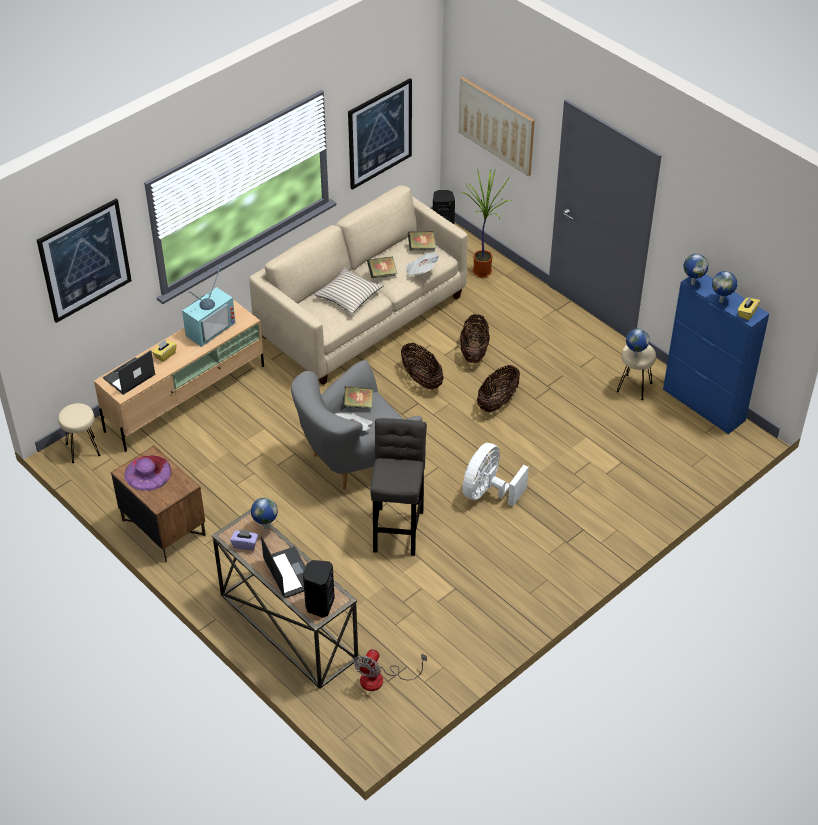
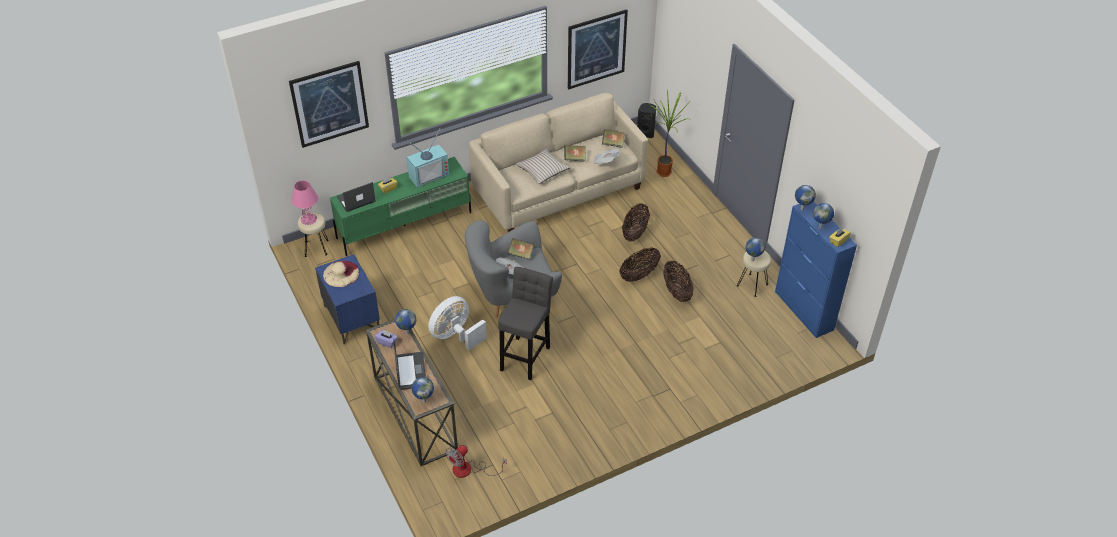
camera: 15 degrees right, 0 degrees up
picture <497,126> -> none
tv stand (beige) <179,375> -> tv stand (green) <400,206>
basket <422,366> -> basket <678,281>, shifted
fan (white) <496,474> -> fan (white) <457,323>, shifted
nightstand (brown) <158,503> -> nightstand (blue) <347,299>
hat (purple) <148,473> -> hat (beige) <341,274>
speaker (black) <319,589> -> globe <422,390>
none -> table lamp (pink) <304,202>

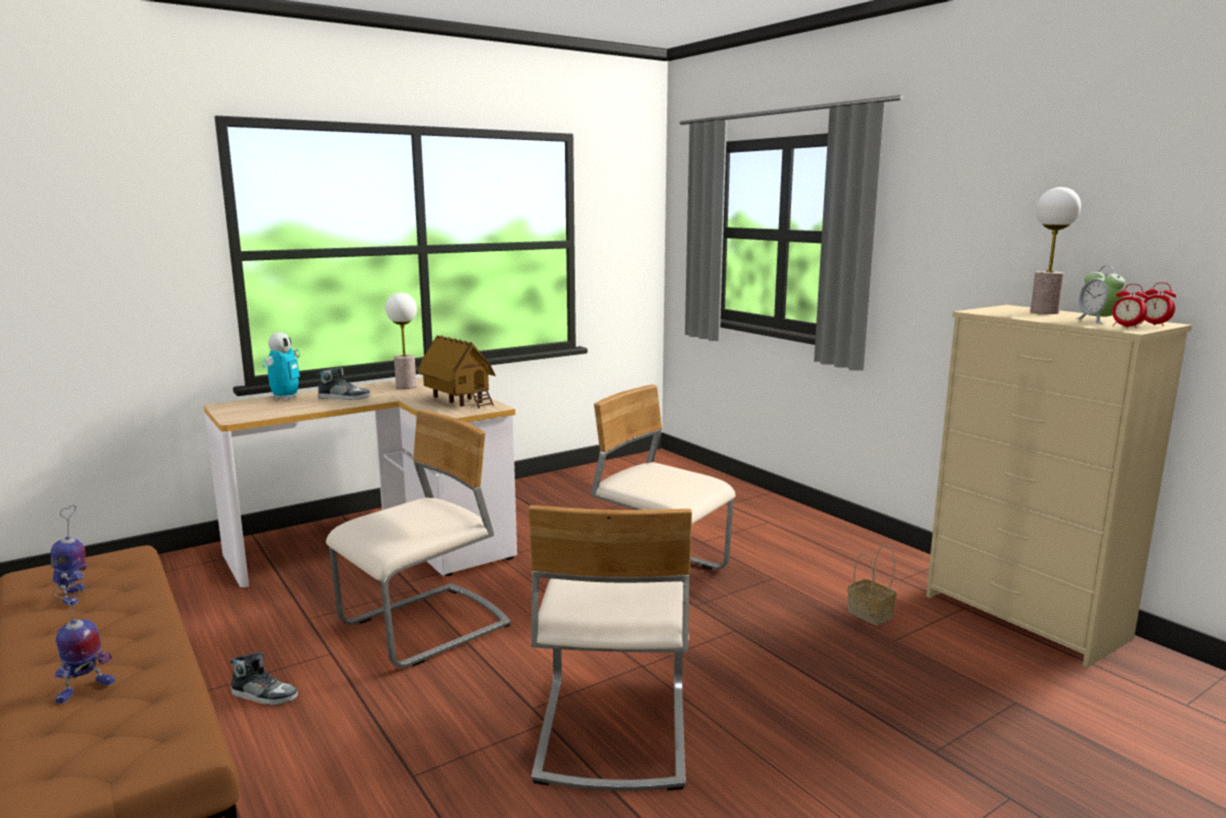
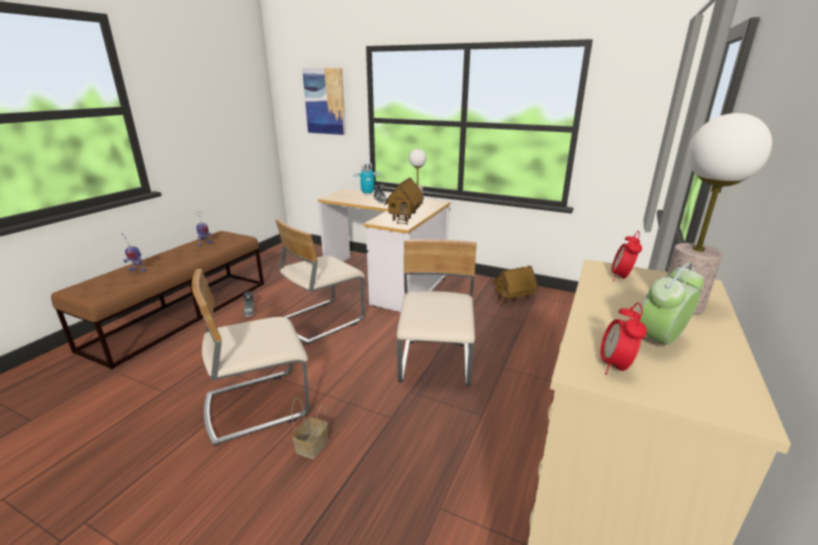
camera: 60 degrees right, 10 degrees up
alarm clock <1158,304> -> alarm clock <626,256>, shifted
chair (beige) <418,539> -> chair (beige) <320,282>, 120 degrees clockwise
basket <872,585> -> basket <309,428>, shifted
none -> picture <324,101>
none -> toy house <515,286>

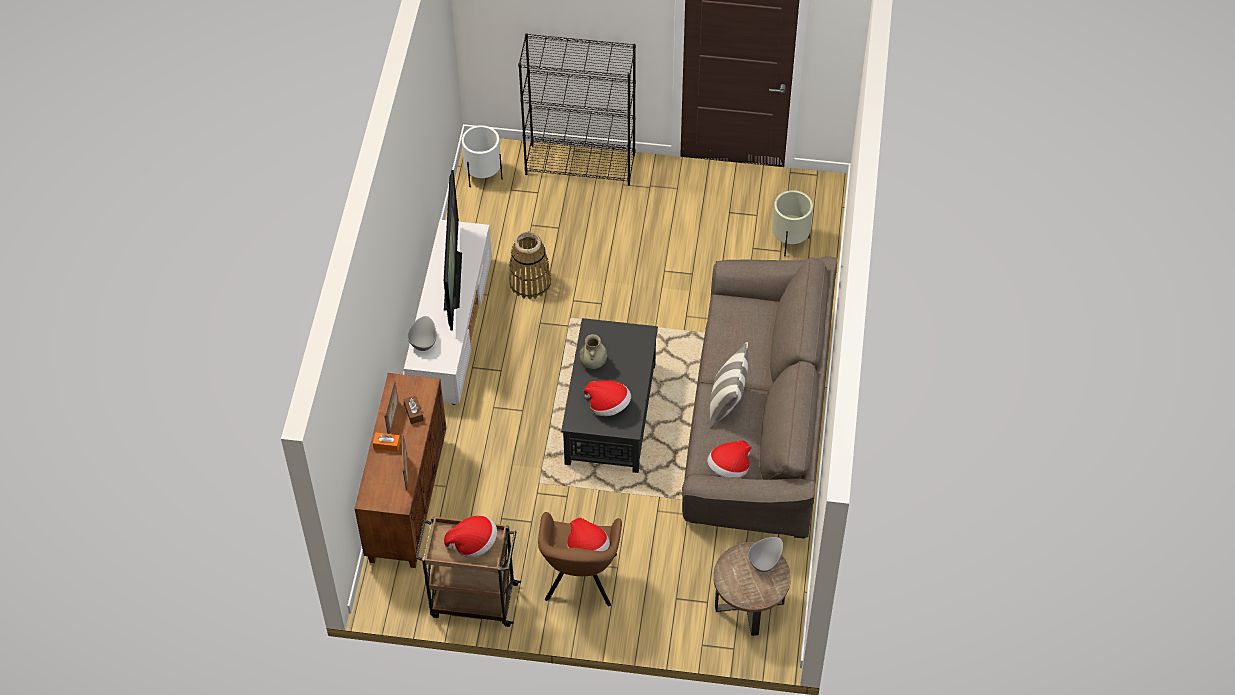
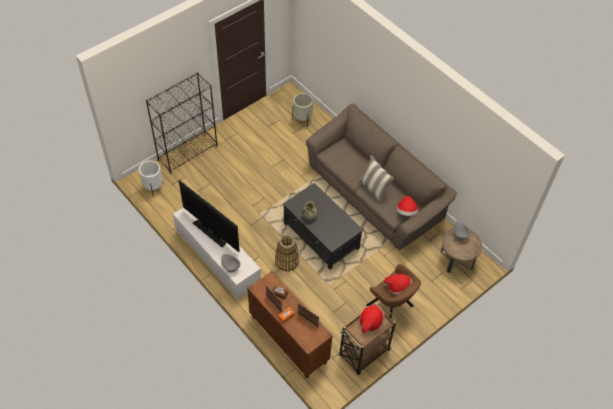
camera: 50 degrees left, 0 degrees up
basket <530,265> -> basket <287,253>, shifted
hat <607,398> -> none

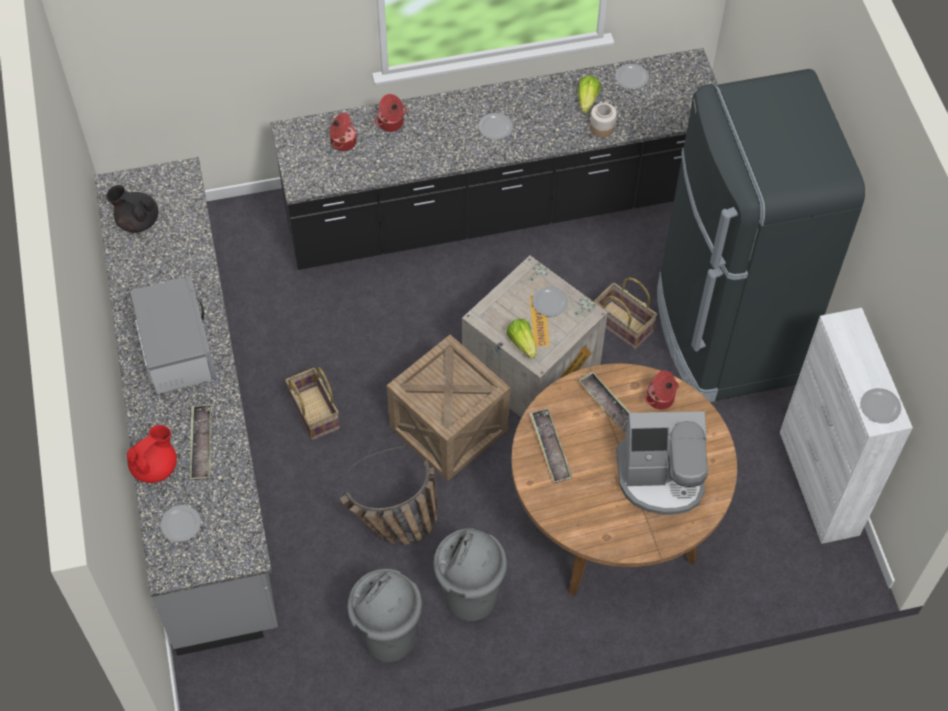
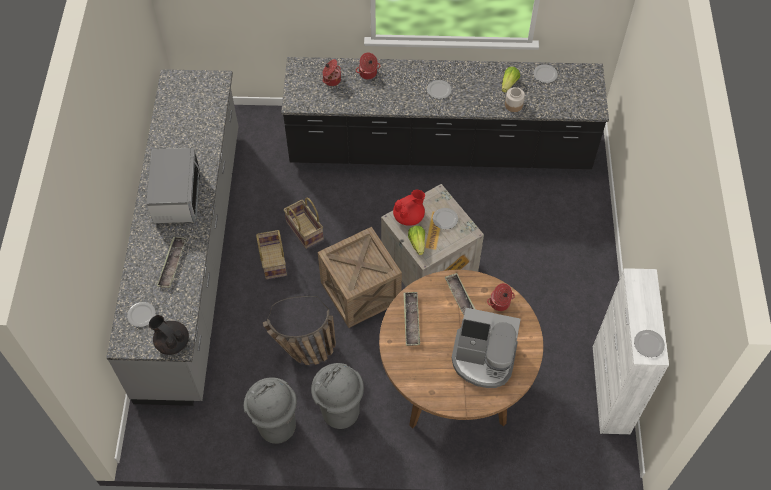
camera: 15 degrees right, 0 degrees up
fridge (black) <761,235> -> none
teapot (black) <132,209> -> teapot (black) <169,335>, shifted
basket <625,313> -> basket <304,223>, shifted
teapot (red) <151,454> -> teapot (red) <409,208>, shifted

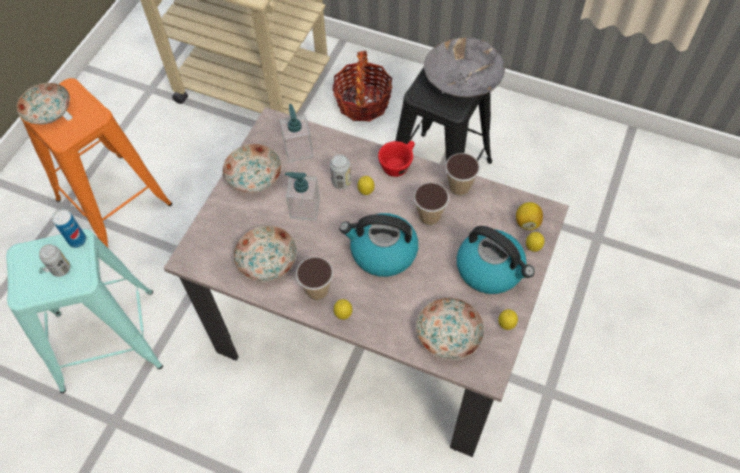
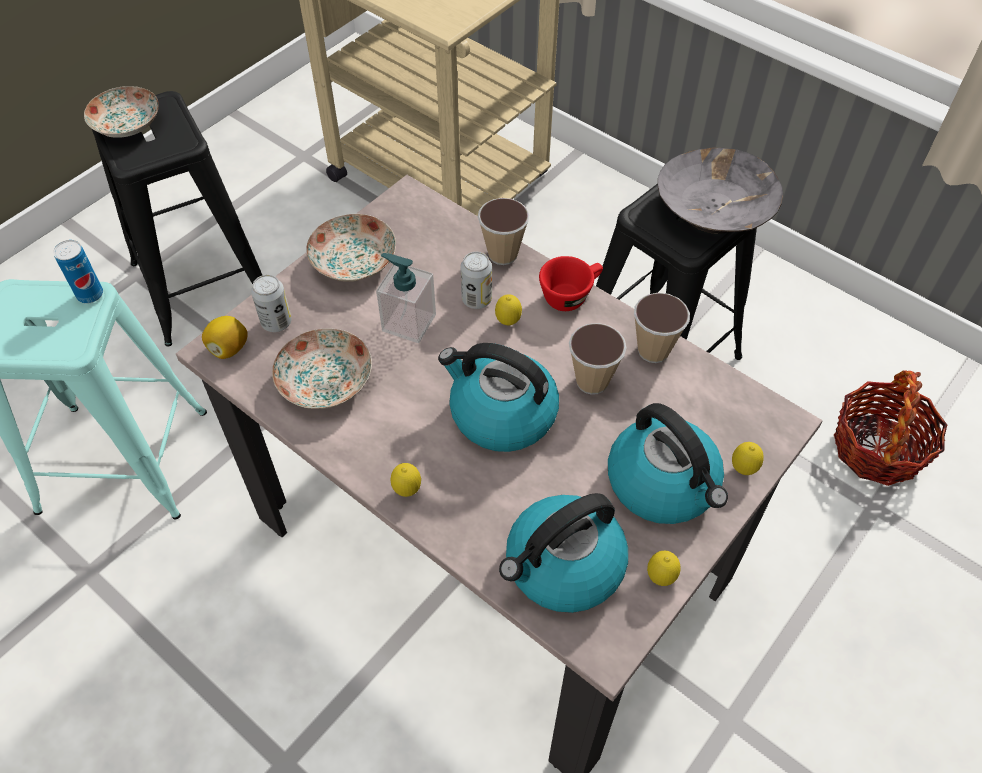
camera: 15 degrees right, 5 degrees down
basket <362,86> -> basket <890,428>, shifted
stool (orange) <96,163> -> stool (black) <176,219>
soap dispenser <296,133> -> none
lemon <529,216> -> lemon <224,337>, shifted
can <54,260> -> can <271,303>, shifted
cup <314,279> -> cup <503,231>, shifted
plate <450,329> -> kettle <563,553>

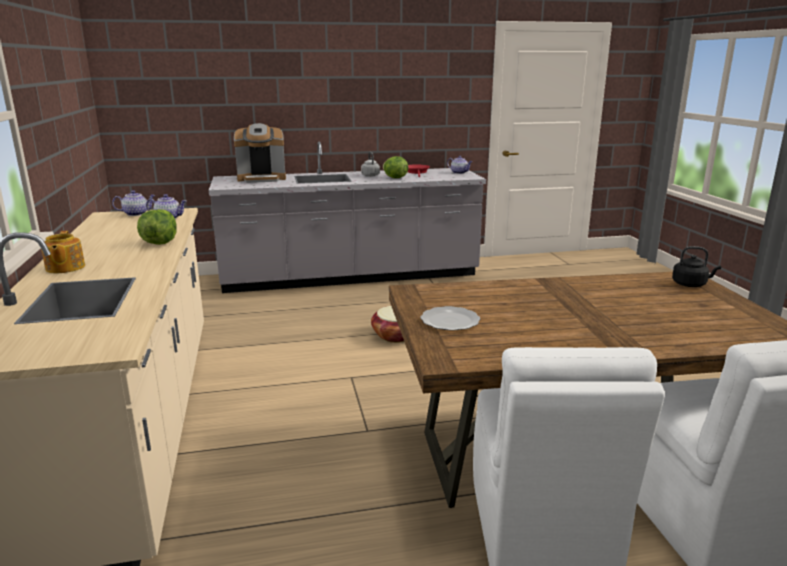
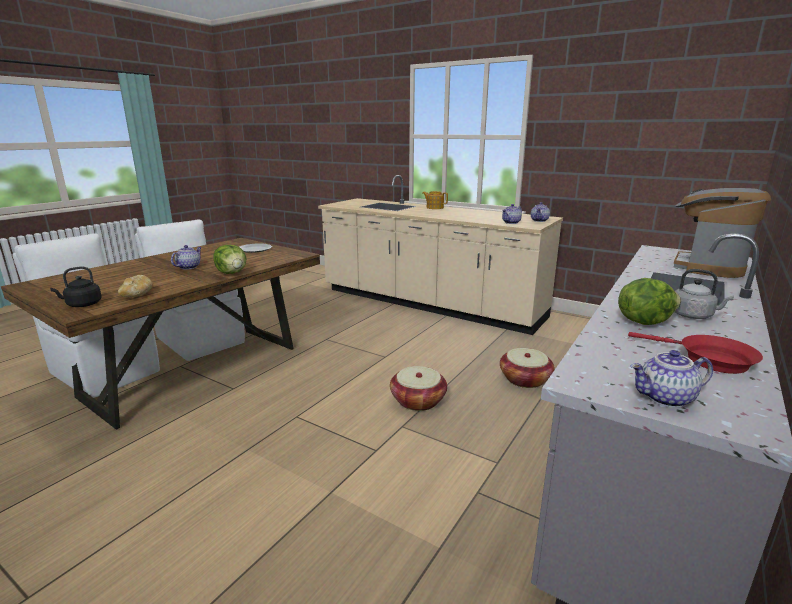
camera: 135 degrees right, 0 degrees up
lettuce <157,227> -> lettuce <230,259>, shifted
none -> teapot <186,257>
none -> bread <135,286>
none -> basket <527,368>

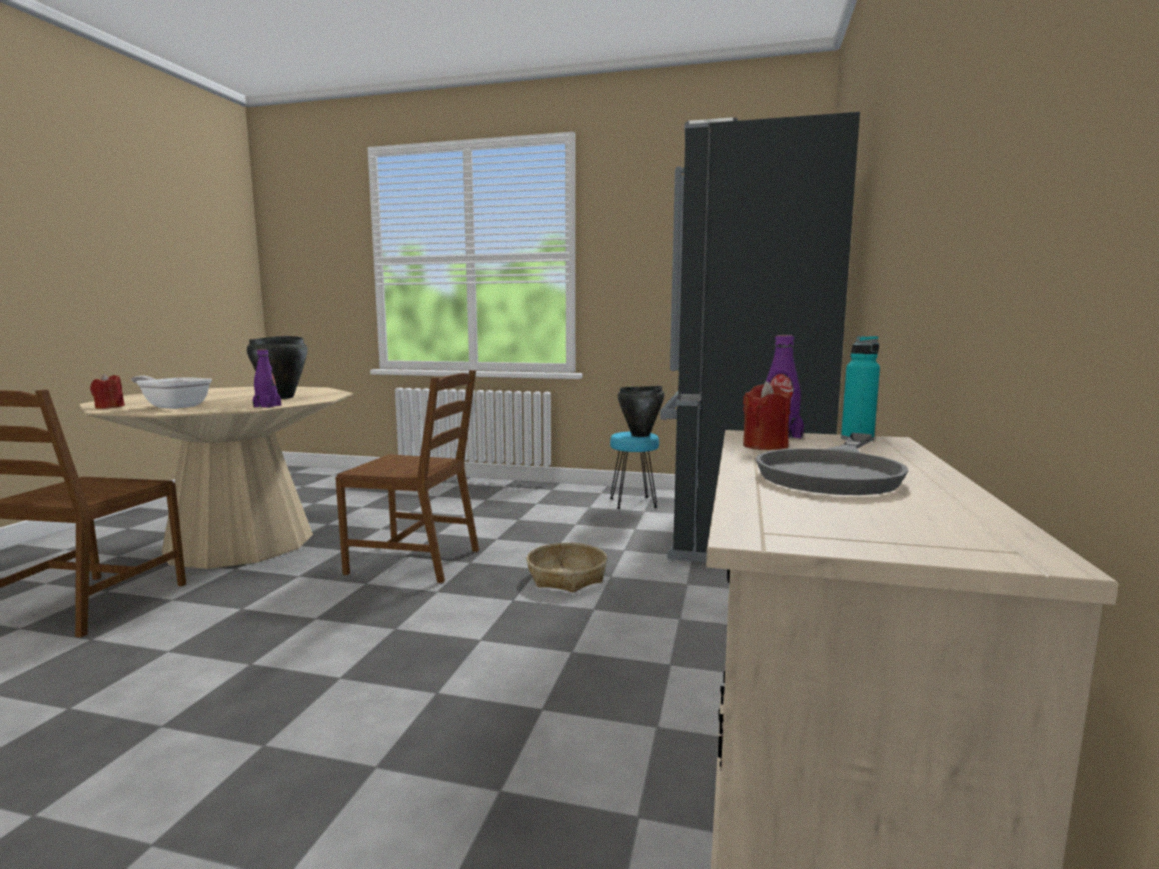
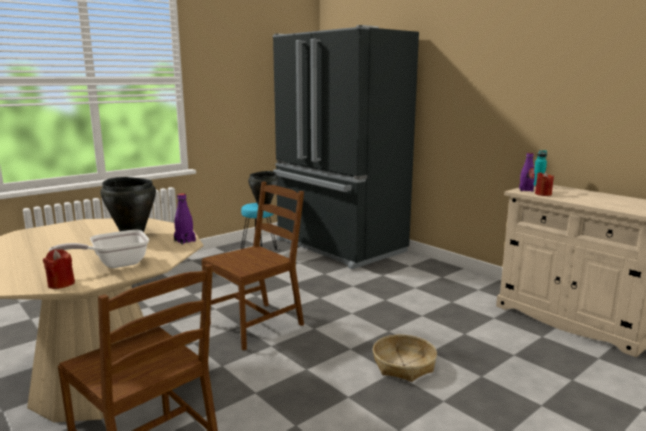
camera: 55 degrees left, 5 degrees up
frying pan (grey) <831,464> -> none
basket <567,568> -> basket <405,358>, shifted

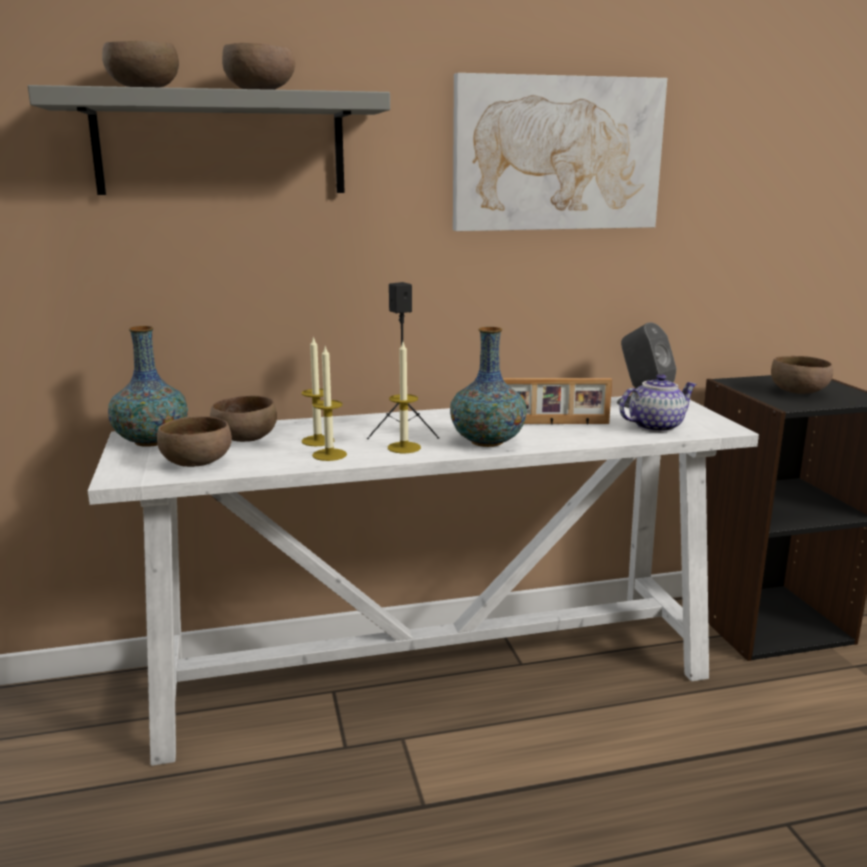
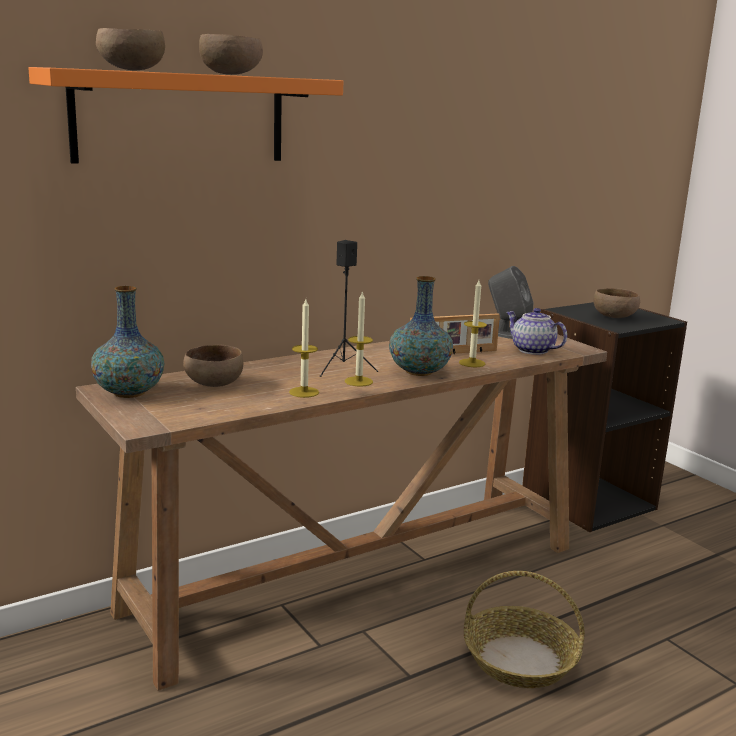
camera: 20 degrees left, 0 degrees up
picture <560,152> -> none
shelf (grey) <209,140> -> shelf (orange) <185,115>
candle <318,391> -> candle <473,323>, shifted
teapot <658,403> -> teapot <536,331>, 90 degrees counterclockwise
console table (white) <423,581> -> console table (brown) <341,507>
bowl (brown) <194,441> -> none
none -> basket <524,629>

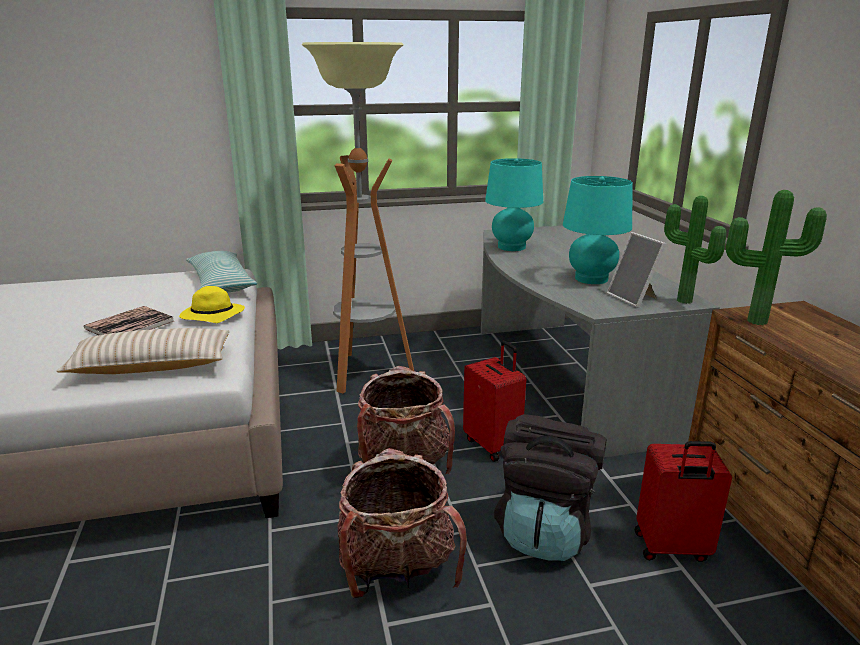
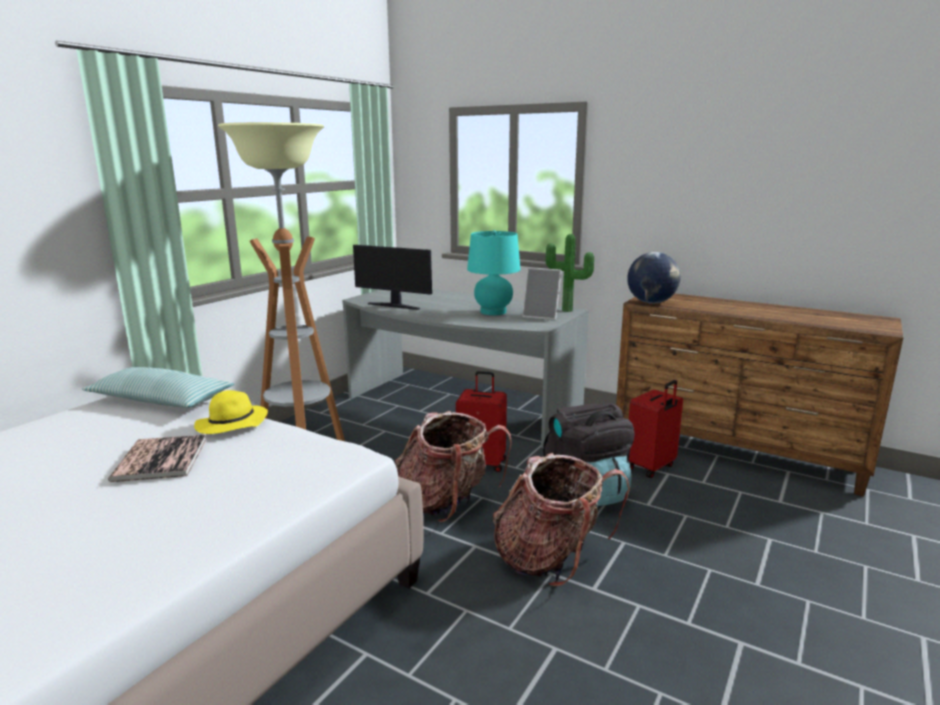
camera: 45 degrees left, 5 degrees down
table lamp (turquoise) <514,204> -> monitor <392,277>
potted plant <776,257> -> globe <654,278>
pillow (beige) <143,351> -> none

